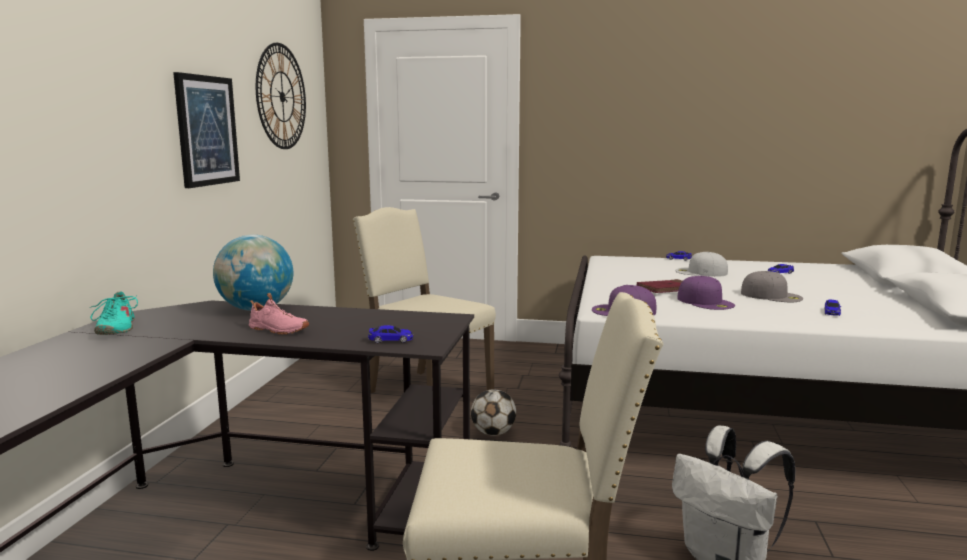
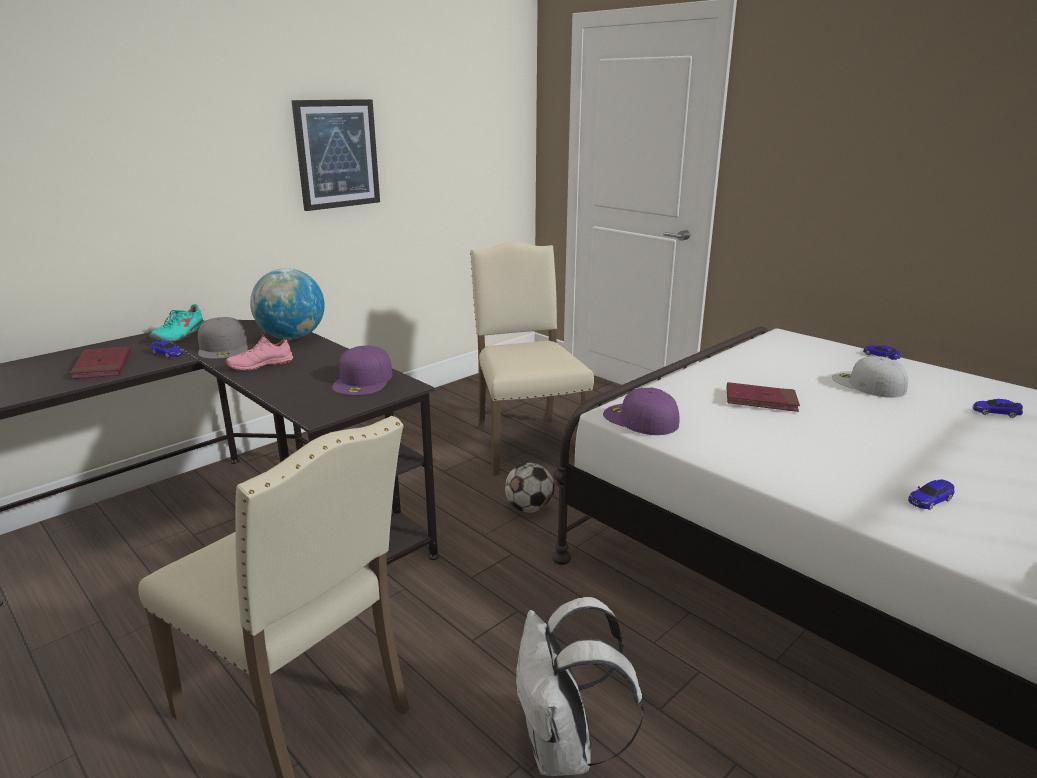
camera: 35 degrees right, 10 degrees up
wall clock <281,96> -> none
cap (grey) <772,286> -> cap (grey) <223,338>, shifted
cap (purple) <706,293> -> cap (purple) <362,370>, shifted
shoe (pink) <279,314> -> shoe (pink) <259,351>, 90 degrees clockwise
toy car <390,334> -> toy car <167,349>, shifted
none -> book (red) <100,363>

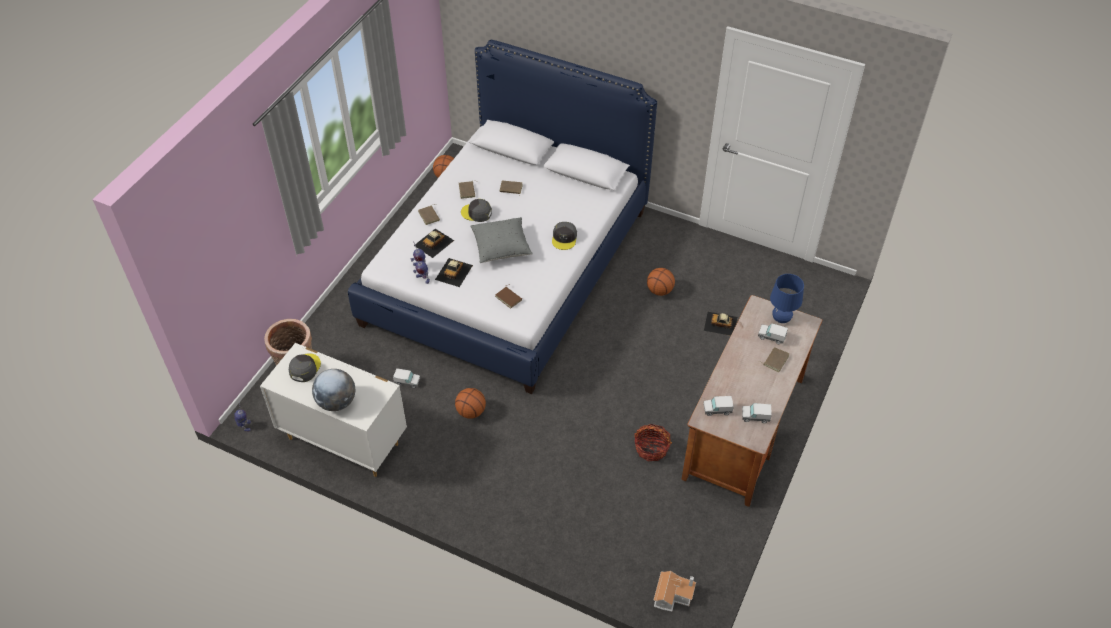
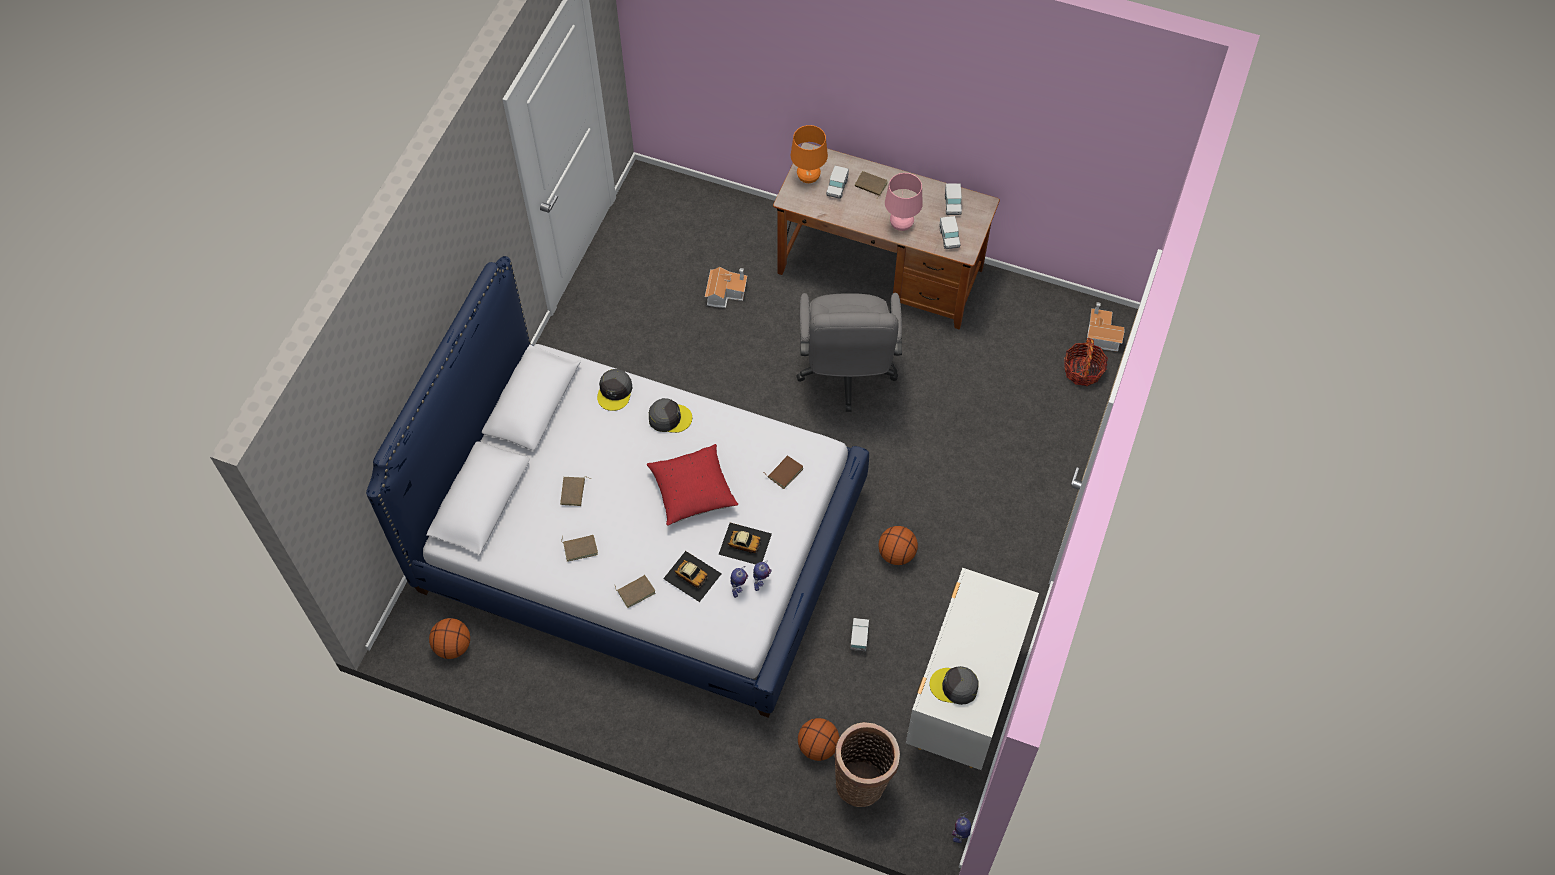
camera: 95 degrees left, 10 degrees up
cap (grey) <476,210> -> cap (grey) <615,390>, shifted
pillow (grey) <501,240> -> pillow (red) <692,485>
basketball <661,282> -> basketball <818,739>, shifted
table lamp (blue) <787,298> -> table lamp (orange) <809,154>
toy car <721,324> -> toy house <726,287>
globe <333,390> -> none
basket <653,442> -> basket <1086,362>, shifted
none -> table lamp (pink) <904,202>
none -> office chair (grey) <849,352>

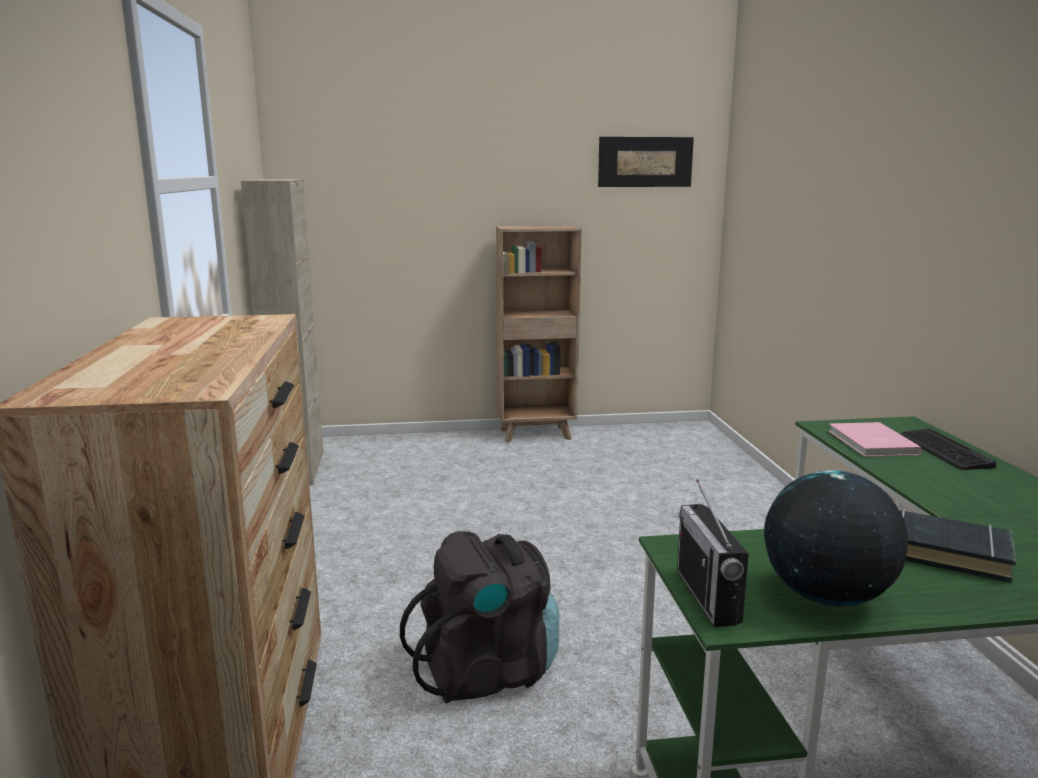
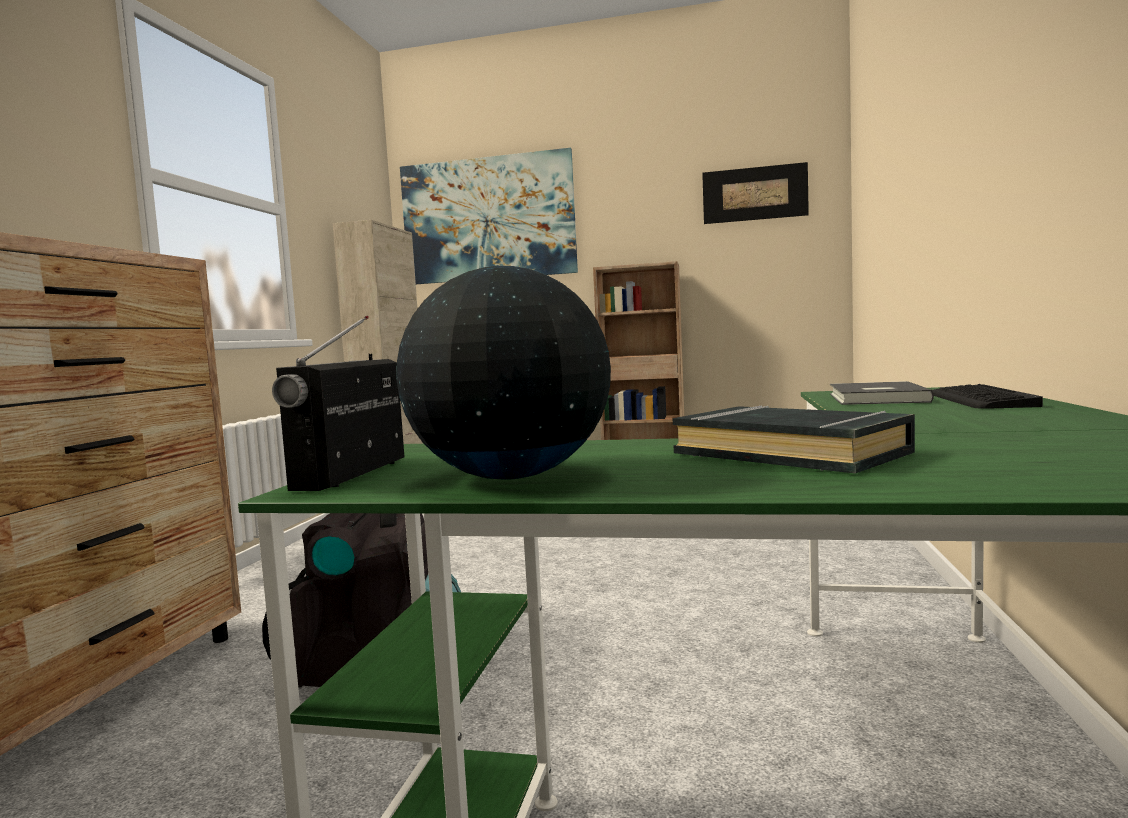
camera: 20 degrees right, 10 degrees down
book (pink) <875,439> -> book (grey) <882,393>
none -> picture <489,216>

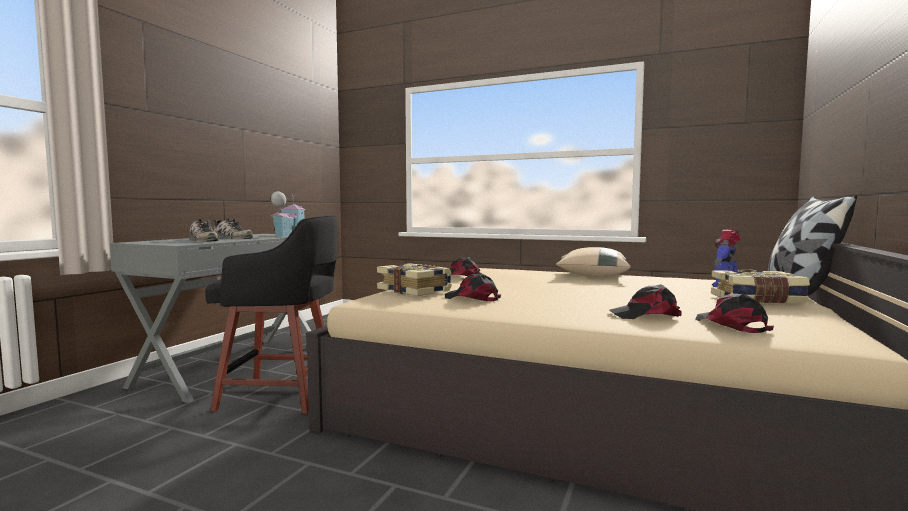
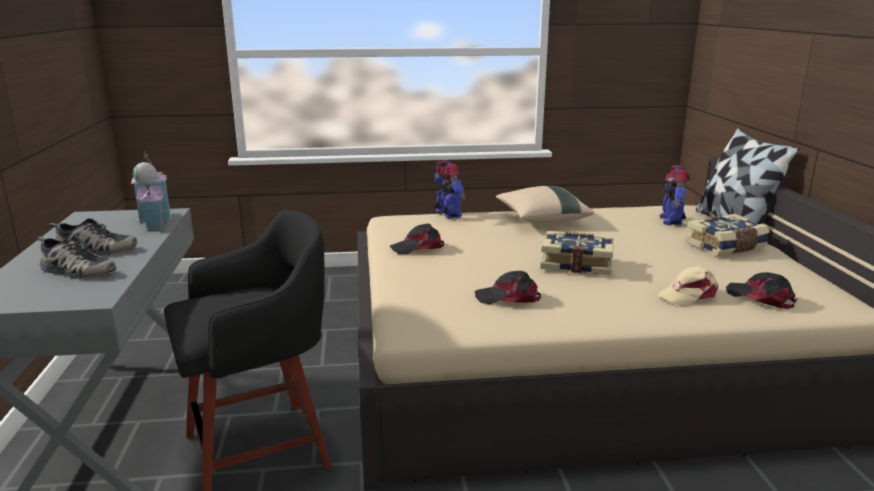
camera: 30 degrees left, 15 degrees up
book <414,279> -> book <577,253>, shifted
cap (black) <646,301> -> cap (beige) <688,286>
none -> toy robot <450,189>

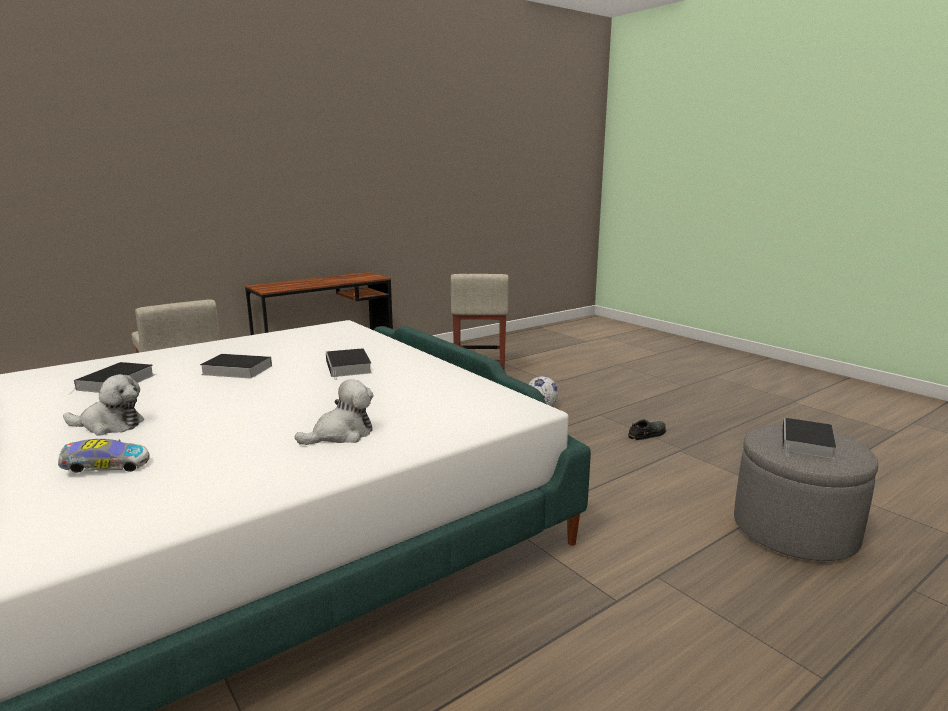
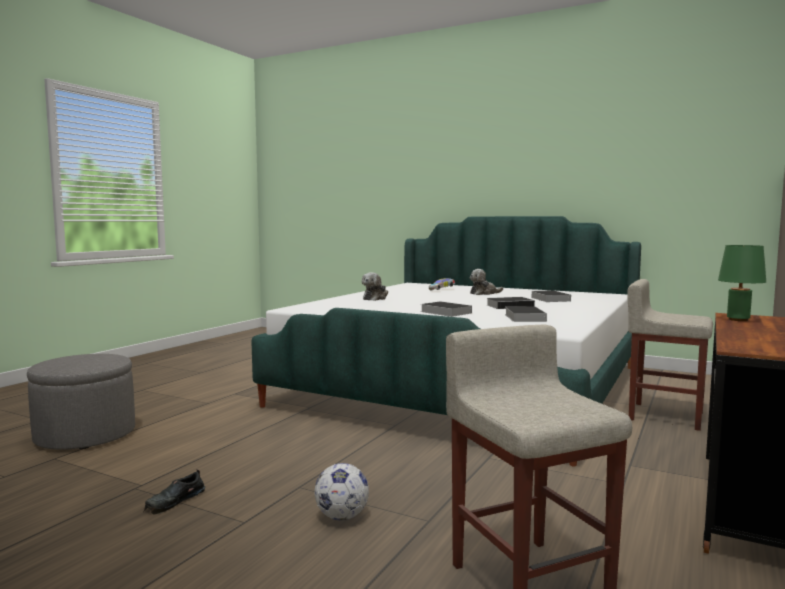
camera: 155 degrees right, 10 degrees down
book <809,438> -> book <526,314>, shifted
none -> table lamp (green) <742,283>

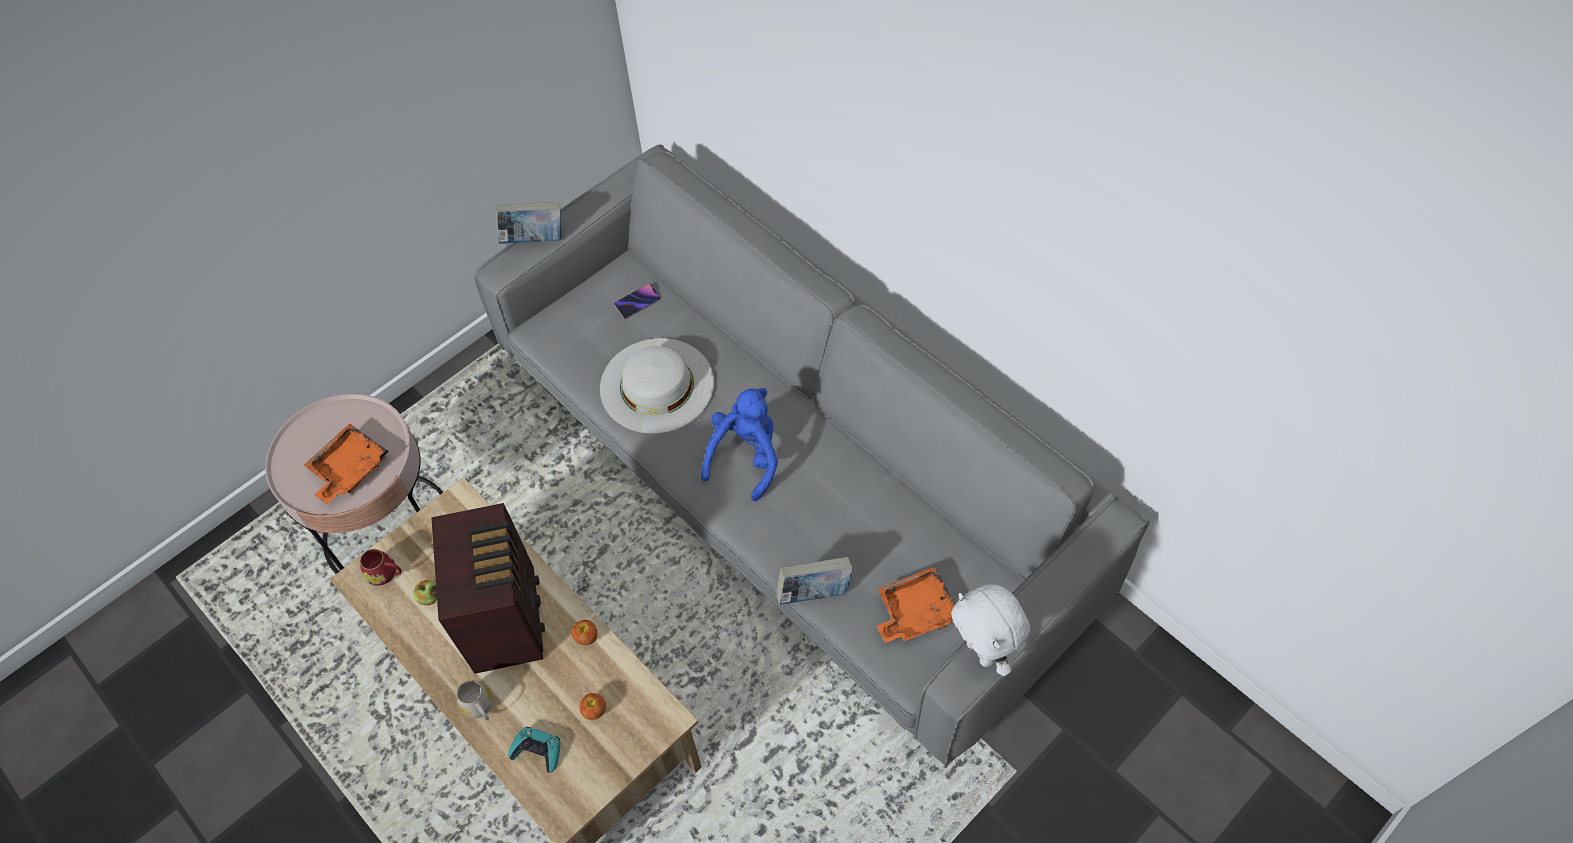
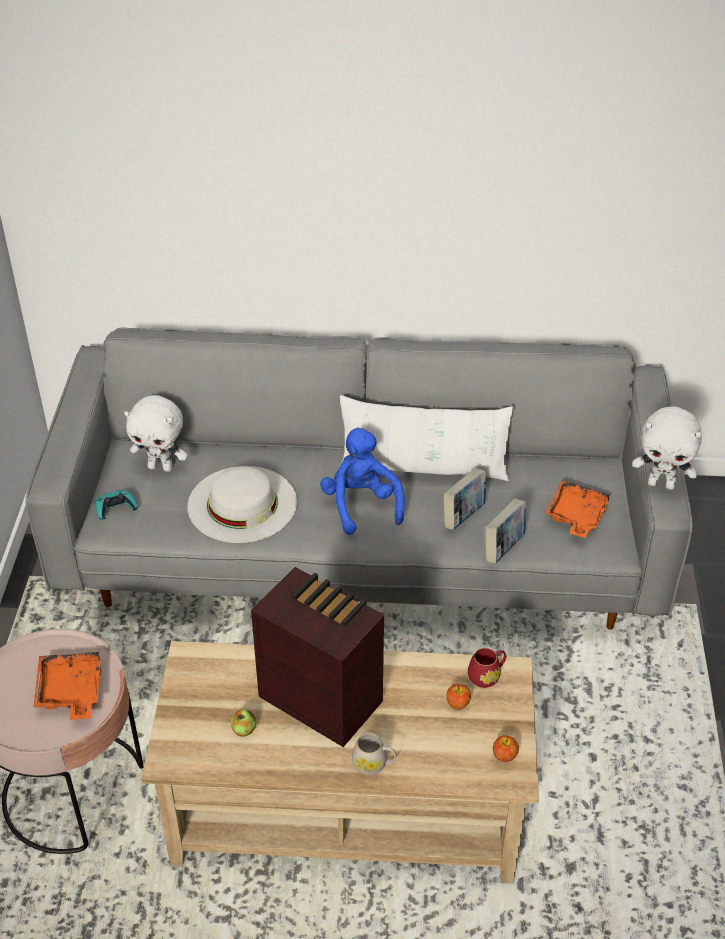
camera: 45 degrees left, 15 degrees down
book <528,223> -> book <465,499>, shifted
phone <637,301> -> plush toy (white) <156,433>
mug (red) <381,567> -> mug (red) <487,668>, shifted
apple <585,632> -> apple <506,748>, shifted
game controller (turquoise) <534,750> -> game controller (turquoise) <116,504>, shifted
none -> pillow (white) <425,438>

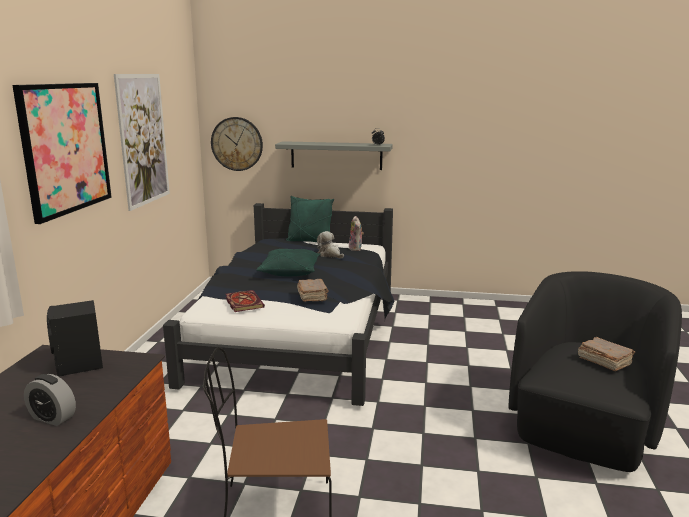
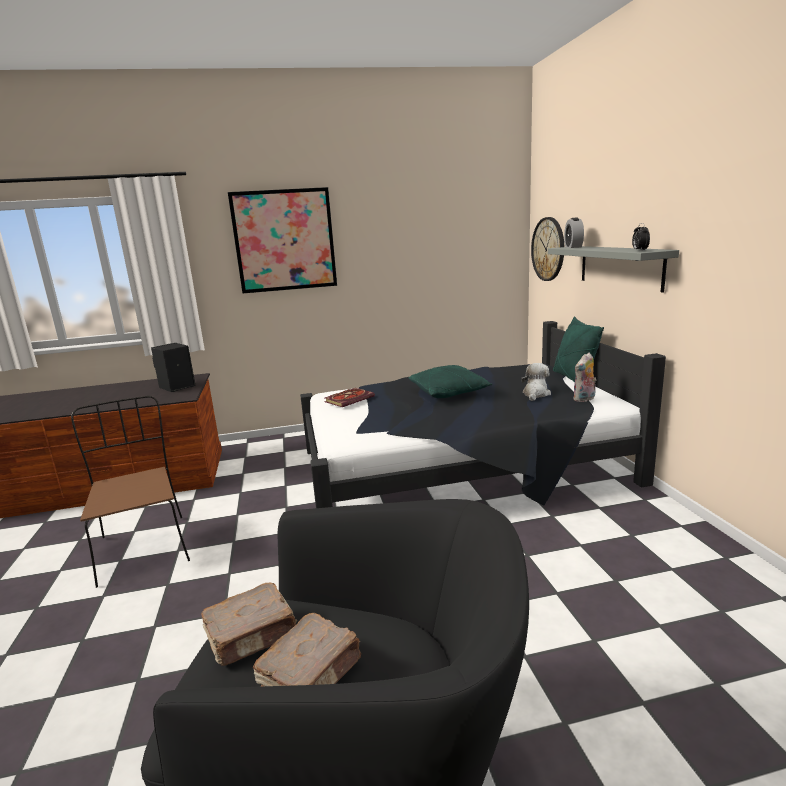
camera: 70 degrees right, 0 degrees up
picture <142,142> -> none
book (brown) <313,290> -> book (brown) <249,624>, shifted
alarm clock <50,400> -> alarm clock <574,233>, shifted

